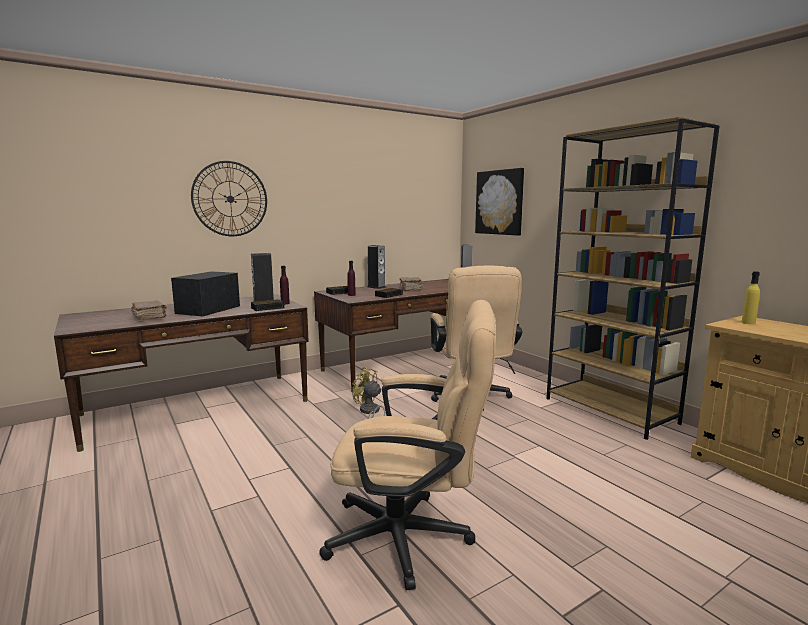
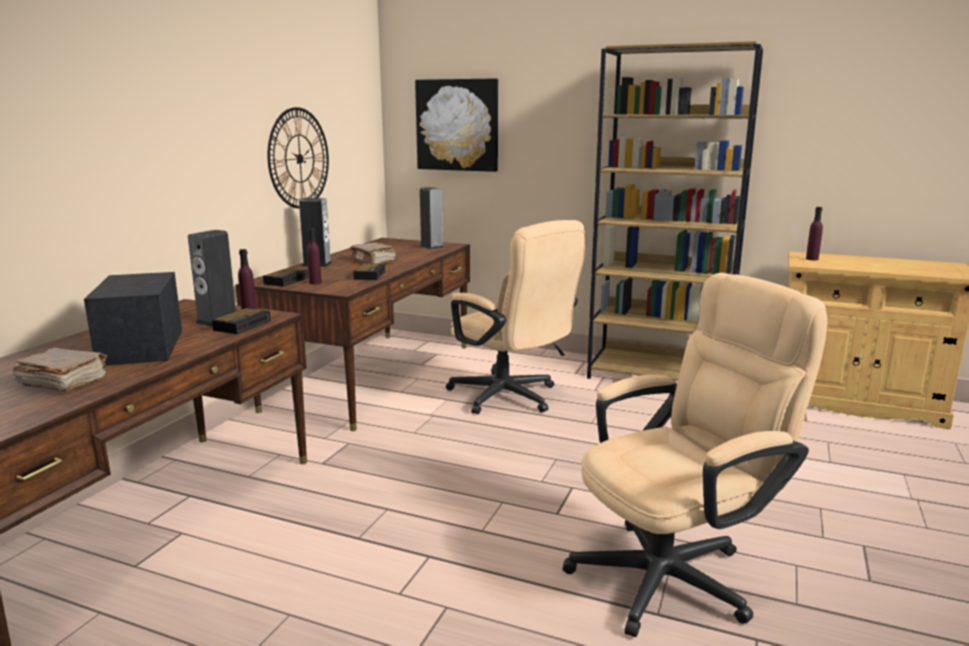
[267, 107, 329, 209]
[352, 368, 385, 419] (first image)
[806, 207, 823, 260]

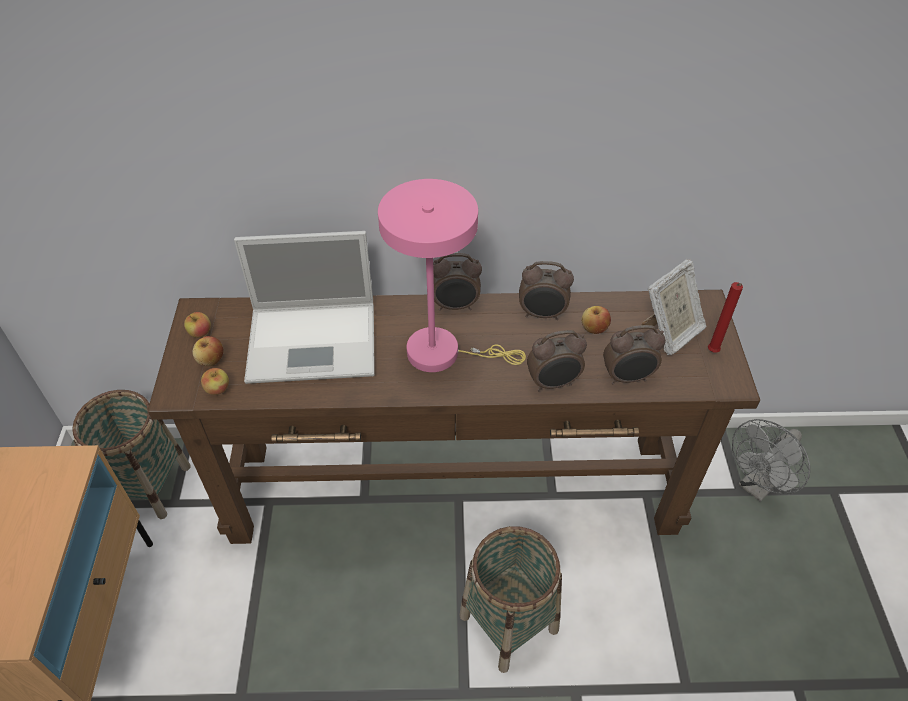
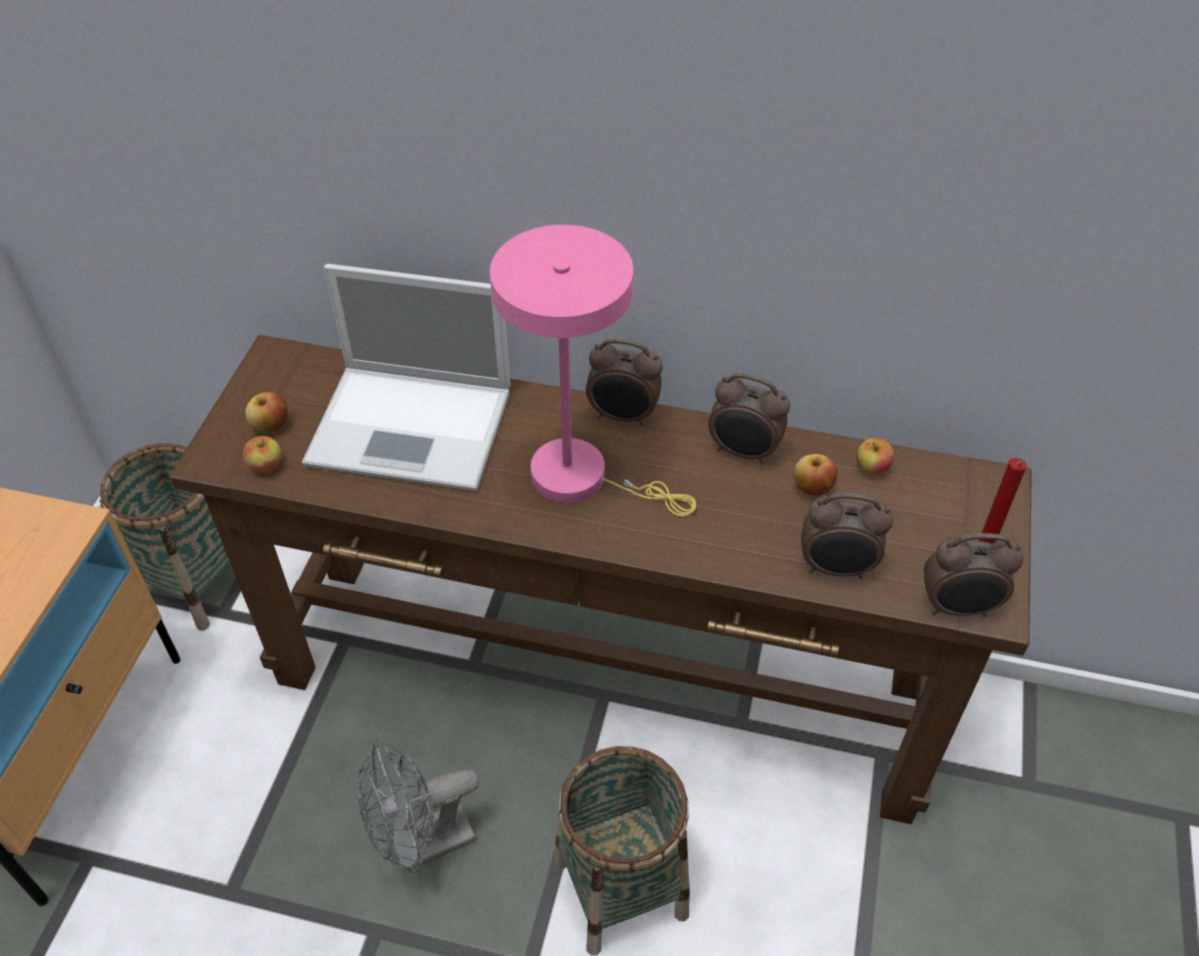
[856, 437, 894, 475]
[924, 533, 1023, 617]
[642, 259, 707, 355] (first image)
[357, 741, 479, 873]

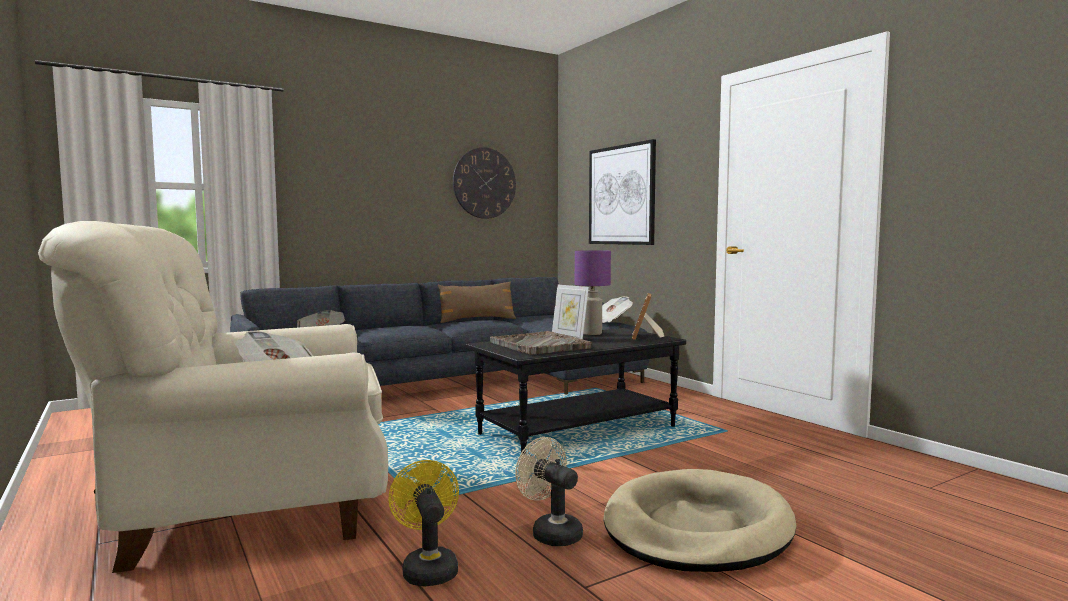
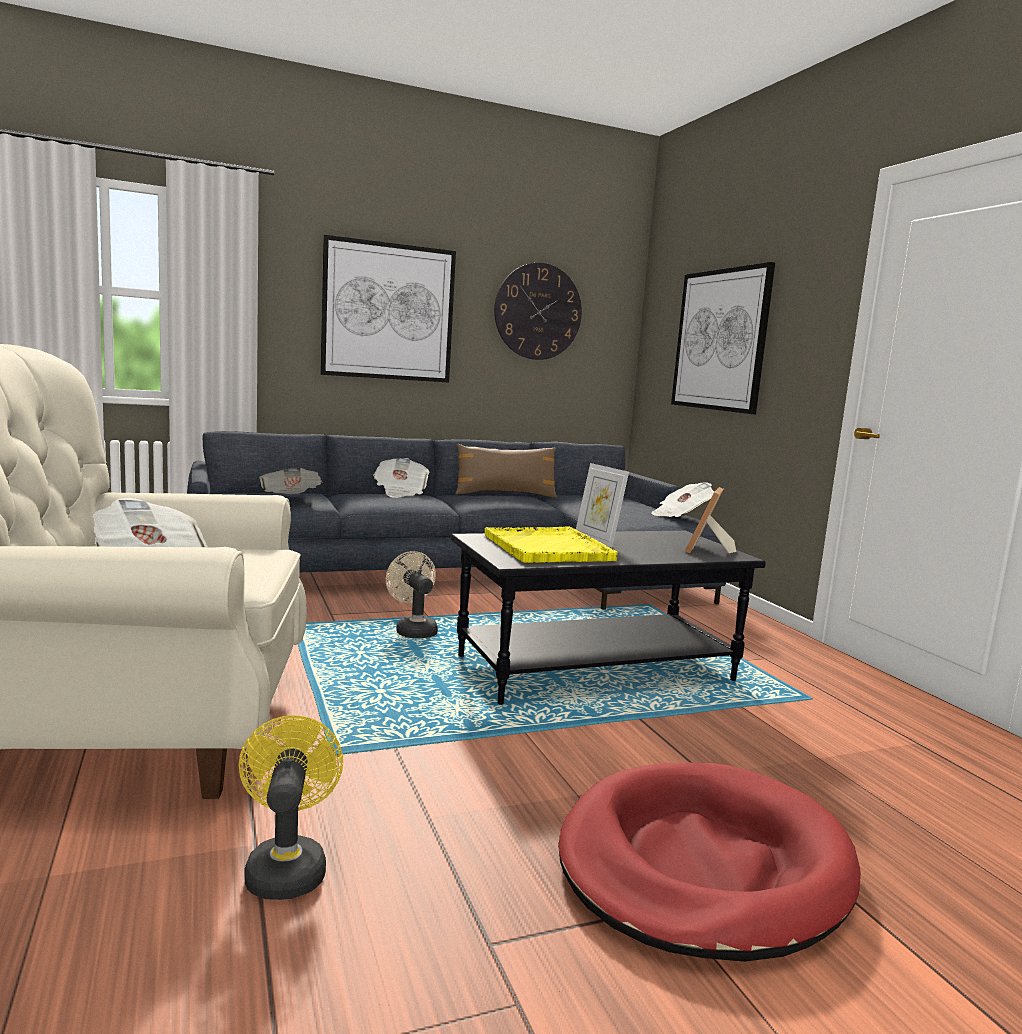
[485, 526, 618, 563]
[386, 551, 438, 638]
[575, 250, 611, 335] (first image)
[558, 763, 861, 962]
[320, 235, 456, 383]
[373, 458, 429, 498]

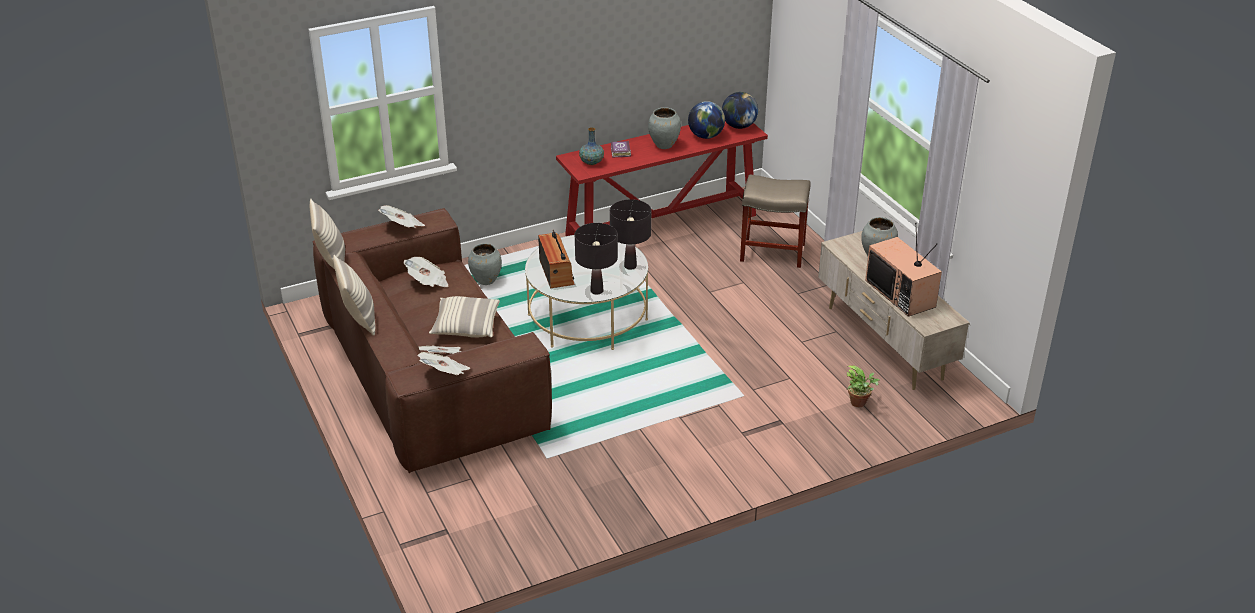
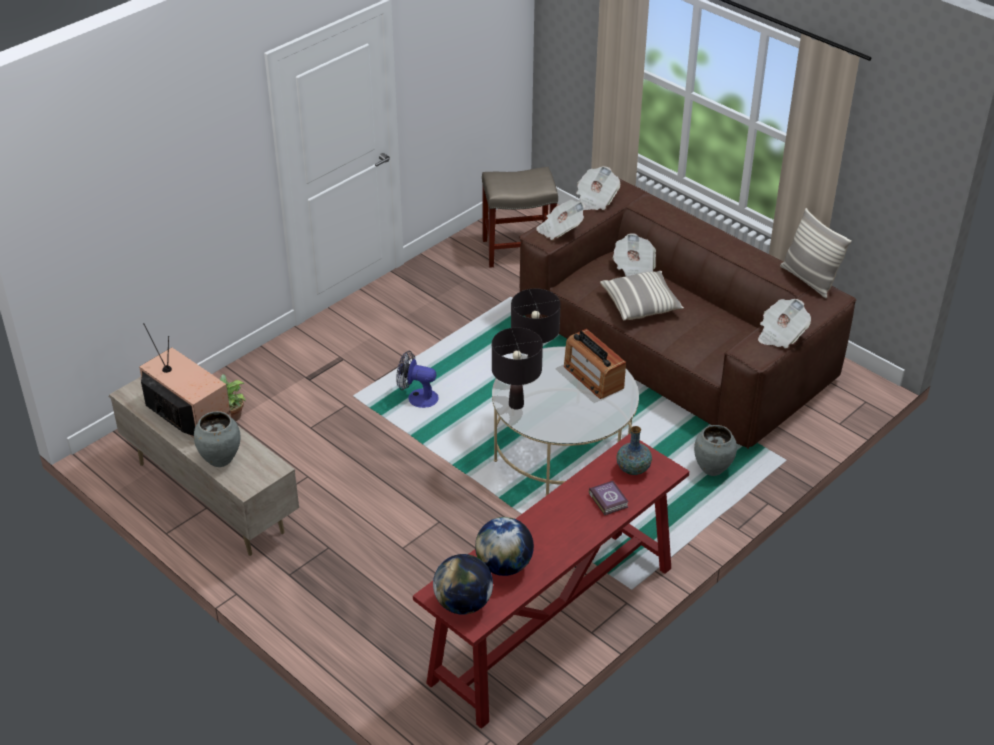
[333, 255, 375, 336] (first image)
[536, 200, 586, 240]
[648, 107, 681, 149] (first image)
[482, 167, 558, 268]
[396, 351, 439, 408]

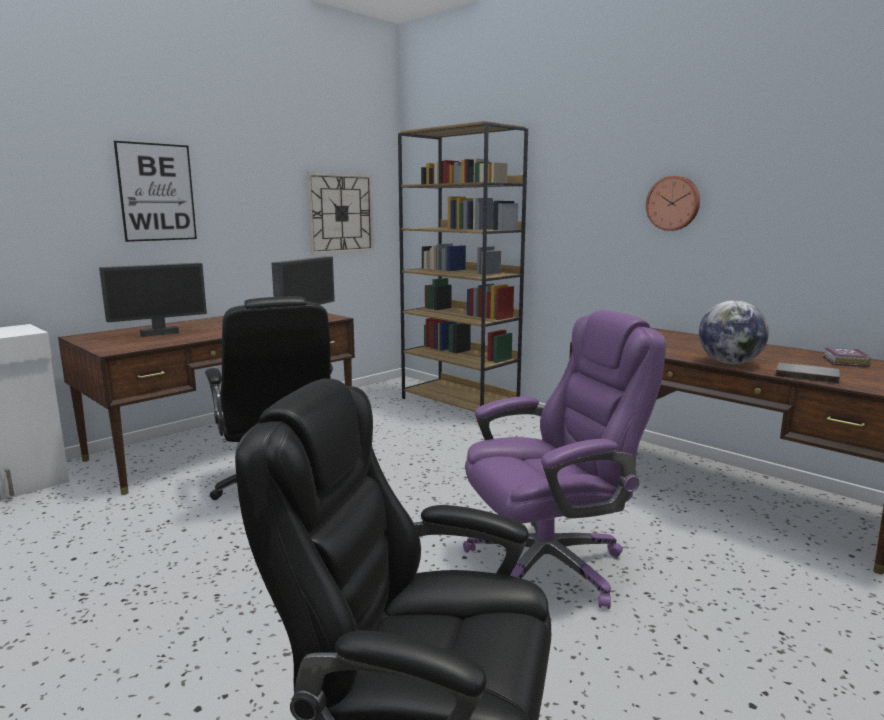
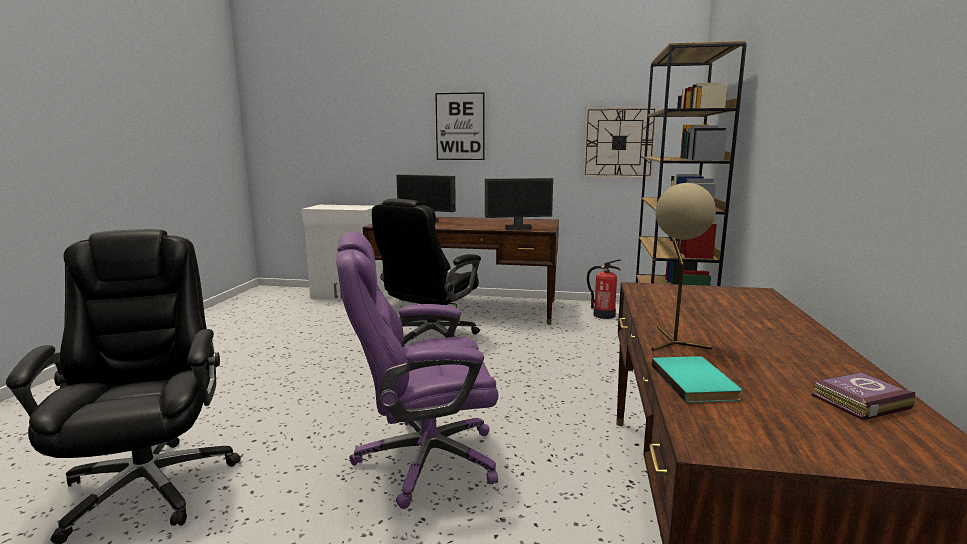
[336, 231, 498, 509]
[646, 176, 700, 231] (first image)
[651, 183, 716, 351]
[652, 356, 742, 403]
[587, 259, 621, 319]

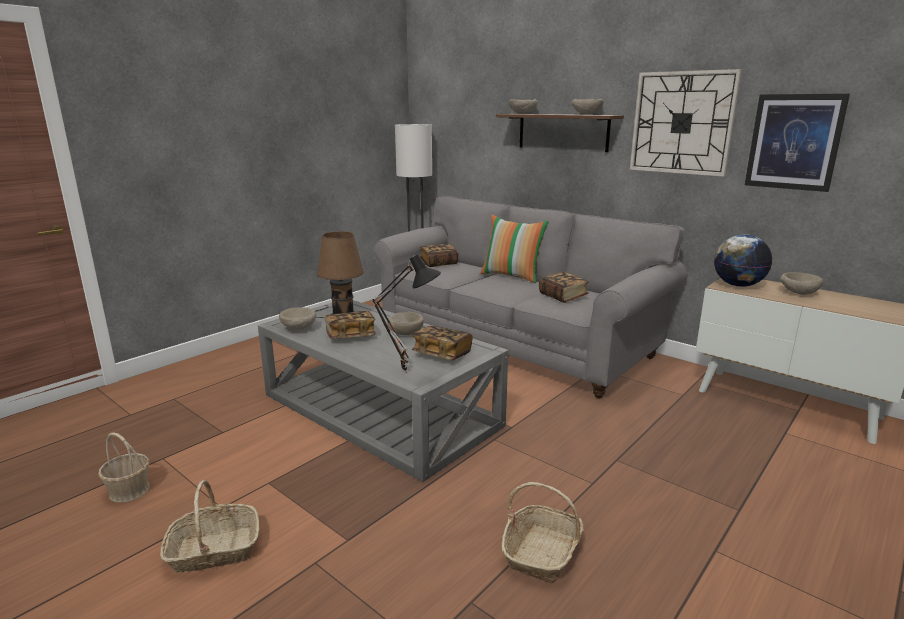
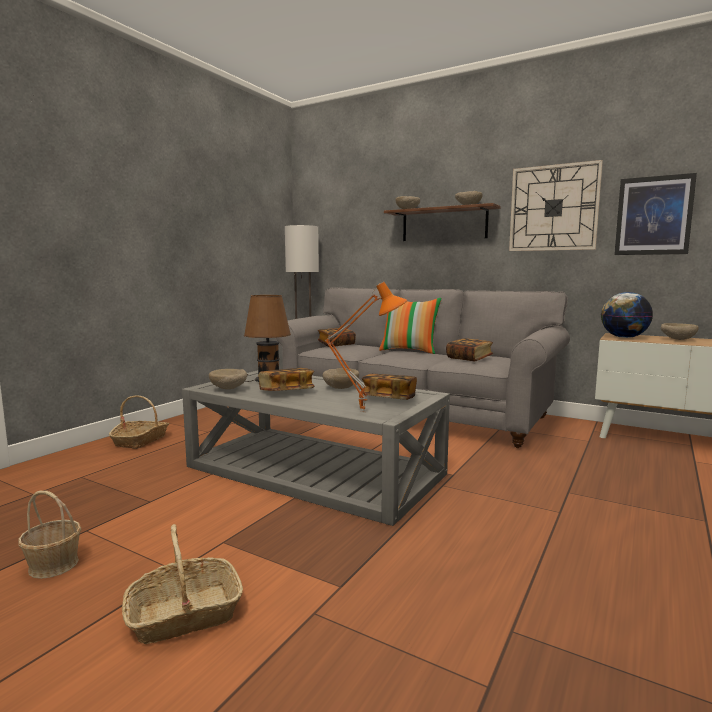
[325, 282, 408, 413]
[109, 395, 169, 449]

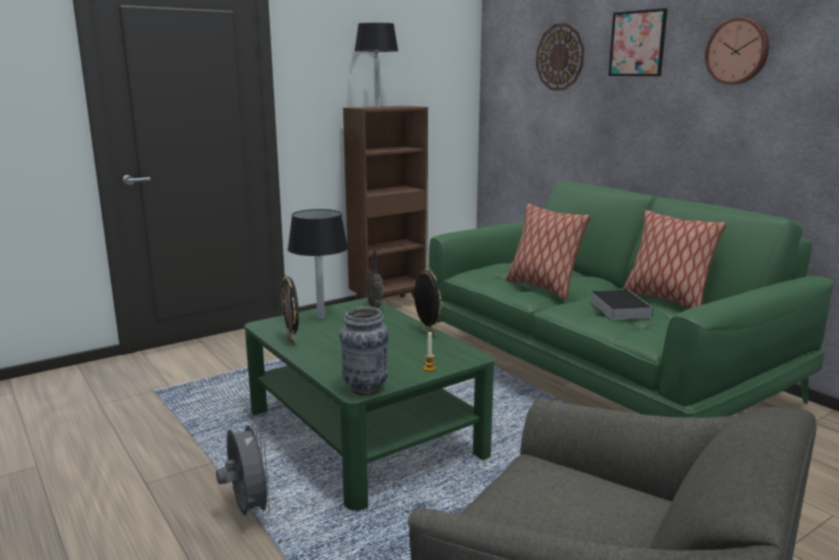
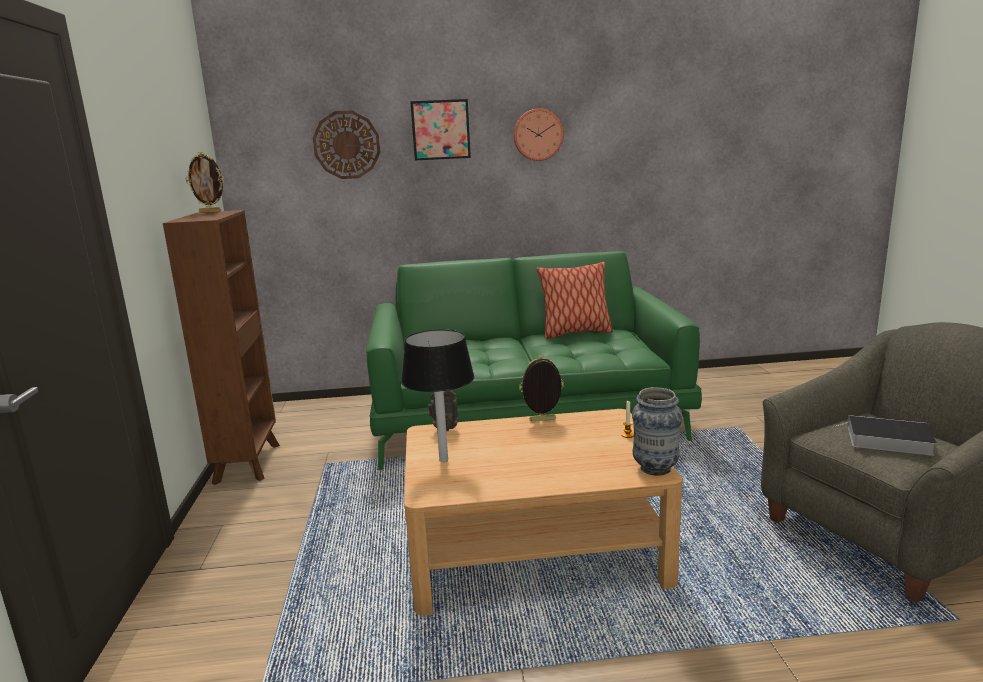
[216, 419, 274, 517] (first image)
[404, 409, 683, 616]
[186, 152, 224, 213]
[355, 23, 398, 107] (first image)
[506, 203, 591, 300] (first image)
[833, 415, 937, 456]

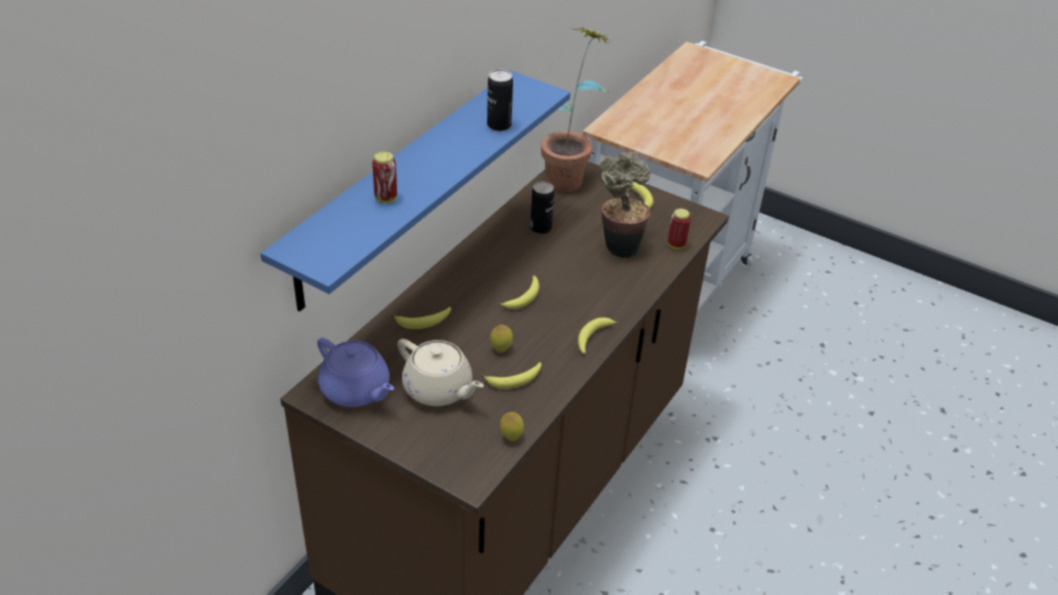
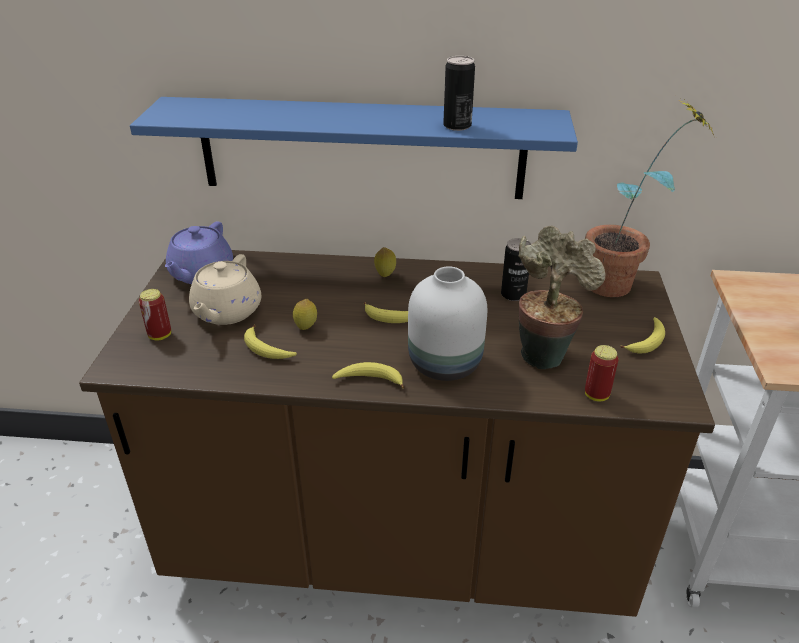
[139, 289, 171, 341]
[392, 307, 451, 329] (first image)
[374, 247, 396, 277]
[408, 266, 487, 381]

